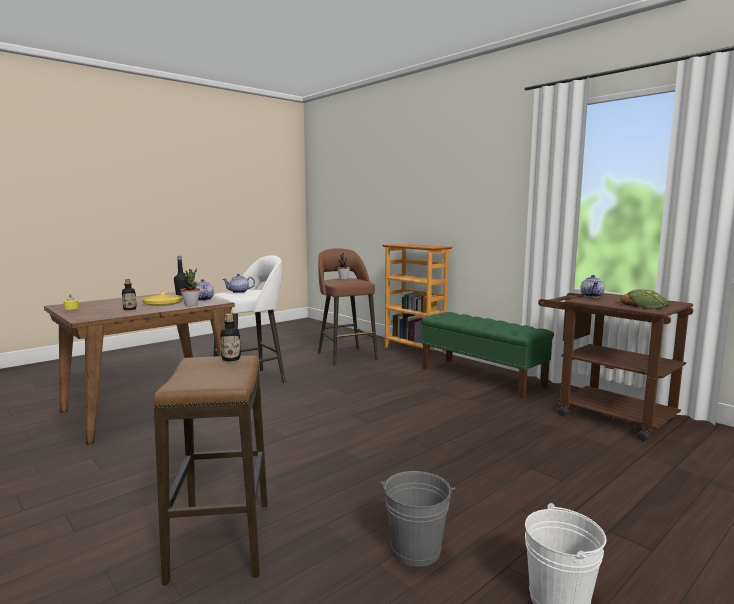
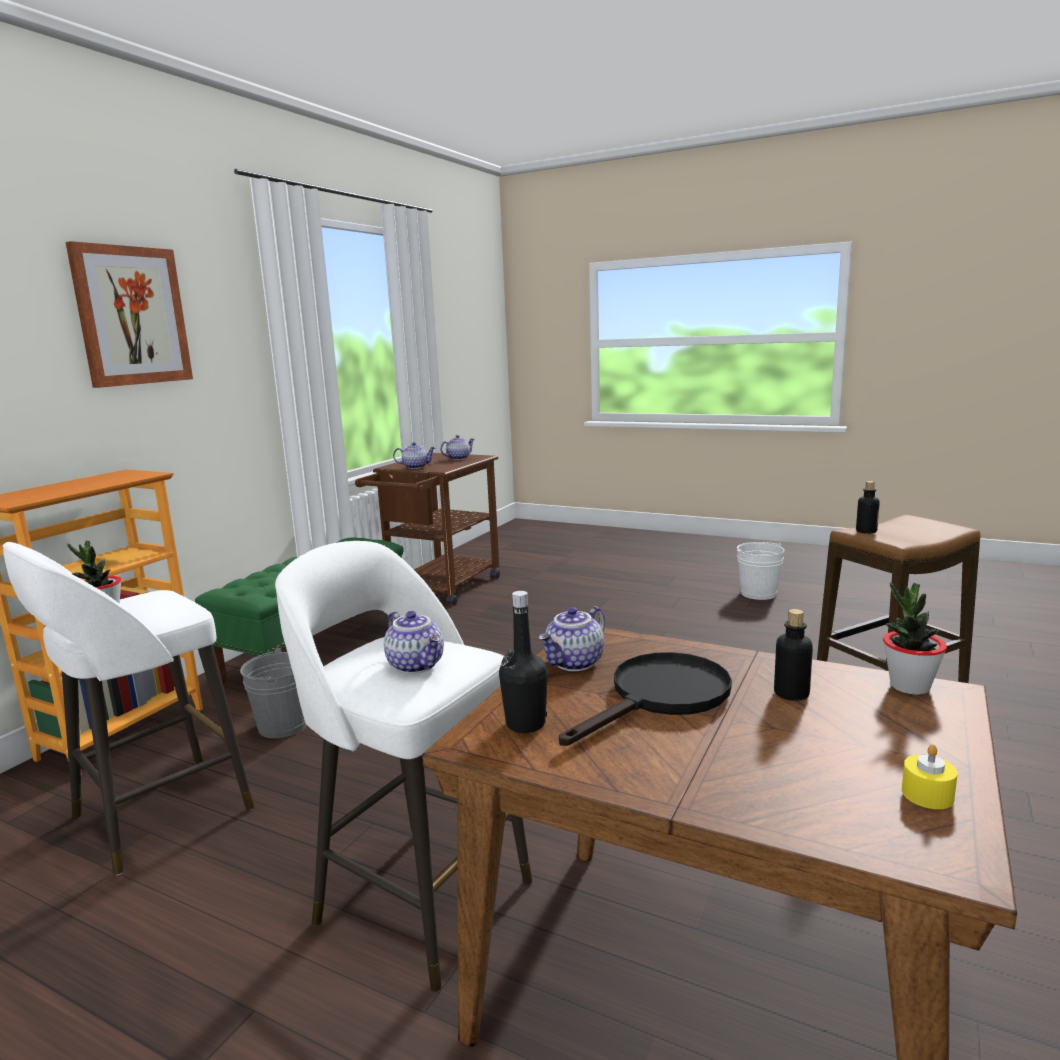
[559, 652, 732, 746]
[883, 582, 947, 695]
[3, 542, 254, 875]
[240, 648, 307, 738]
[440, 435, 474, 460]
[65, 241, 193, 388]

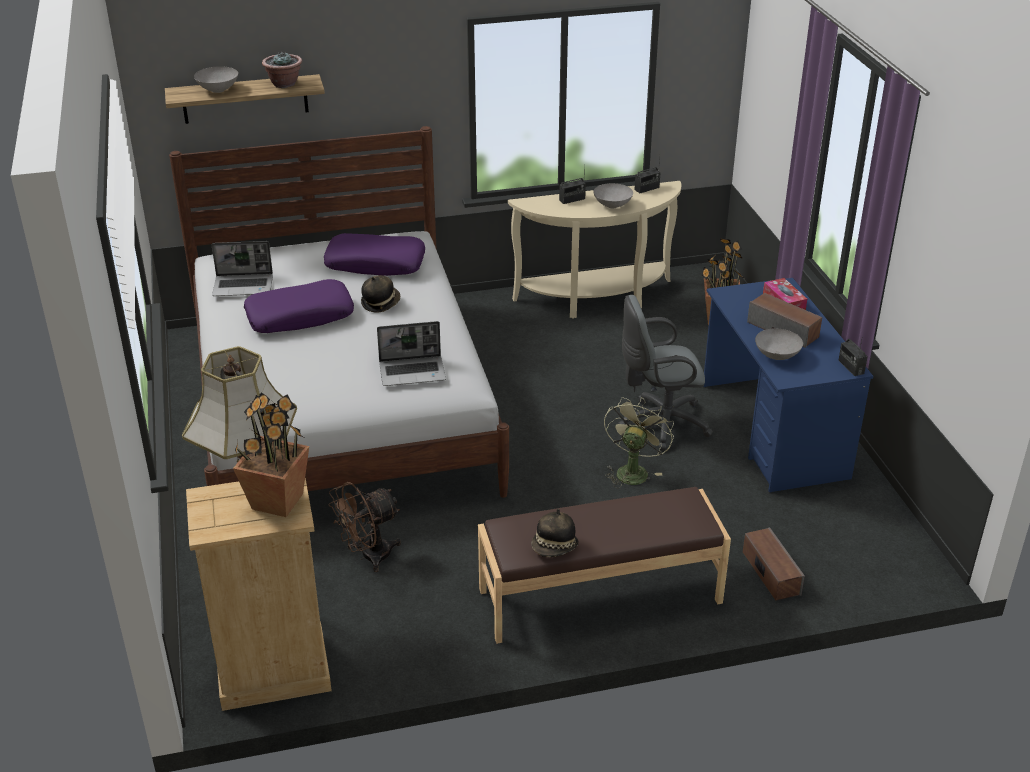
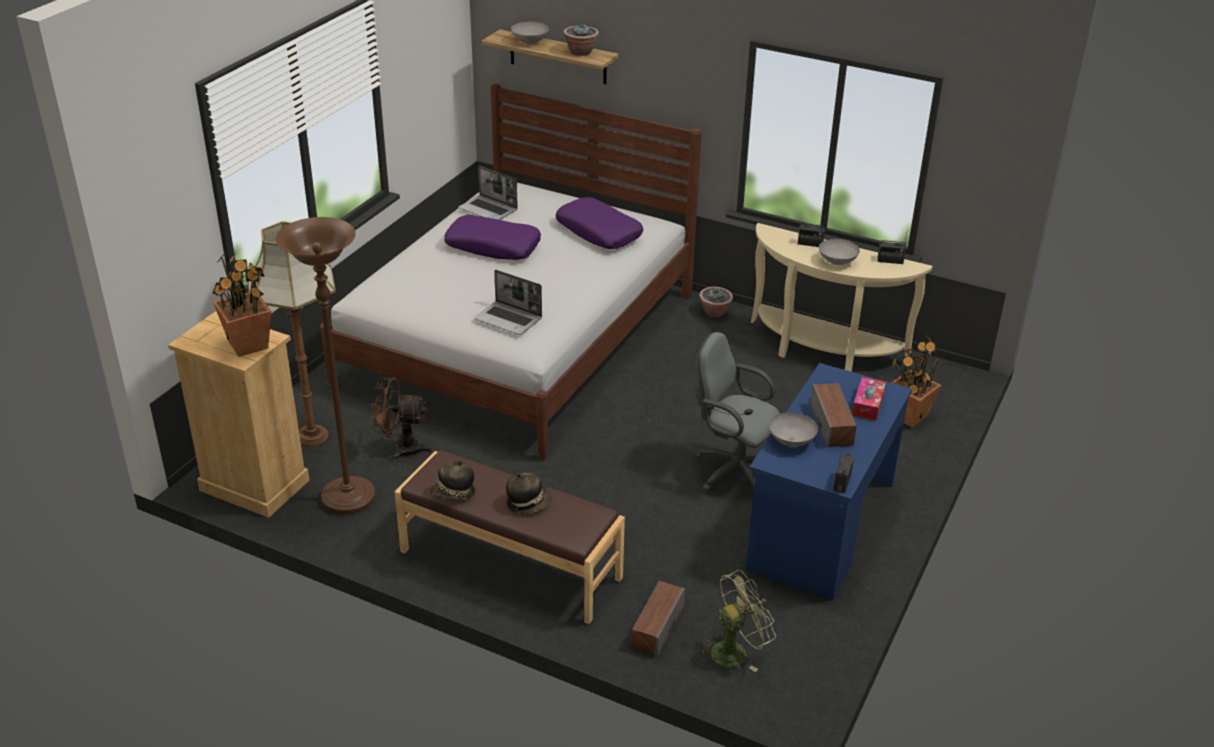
[506, 473, 551, 514]
[699, 570, 776, 672]
[276, 217, 375, 515]
[699, 287, 733, 318]

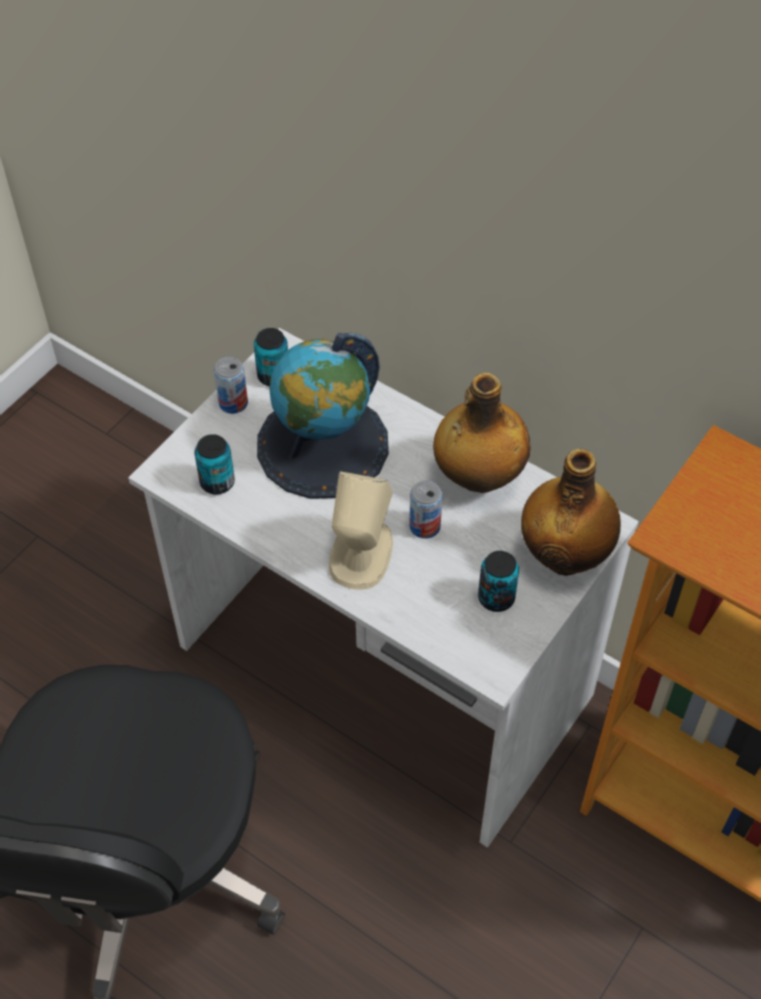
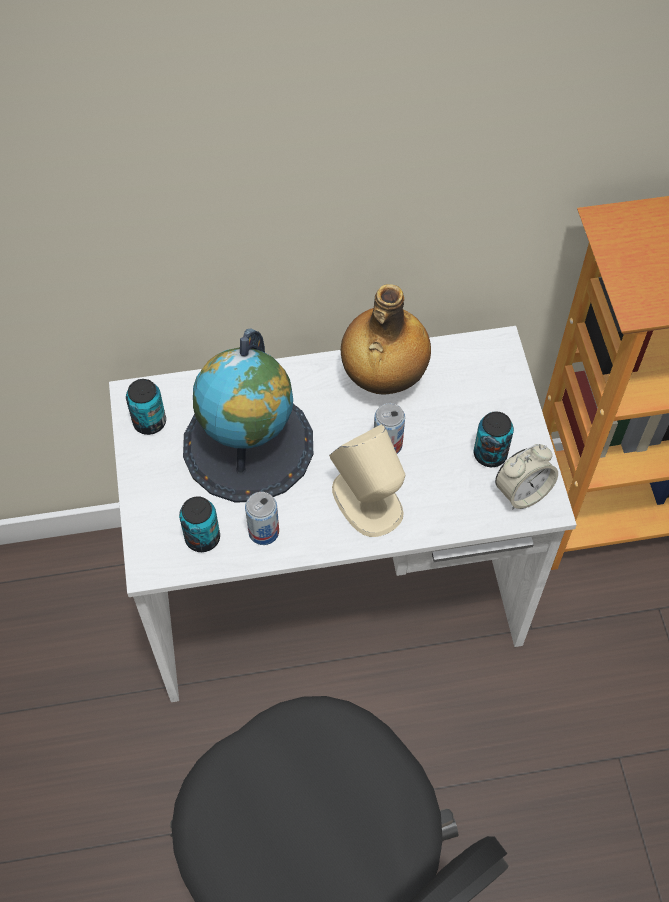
[245, 492, 279, 545]
[521, 449, 621, 576] (first image)
[495, 444, 558, 510]

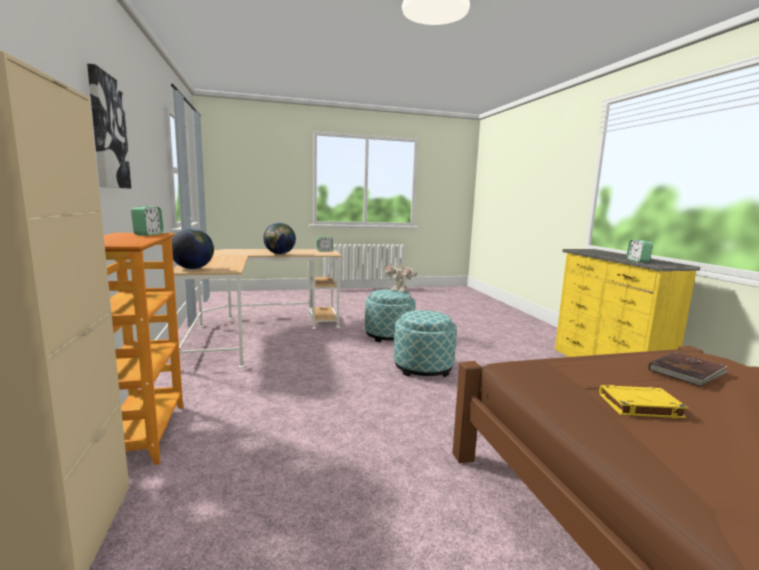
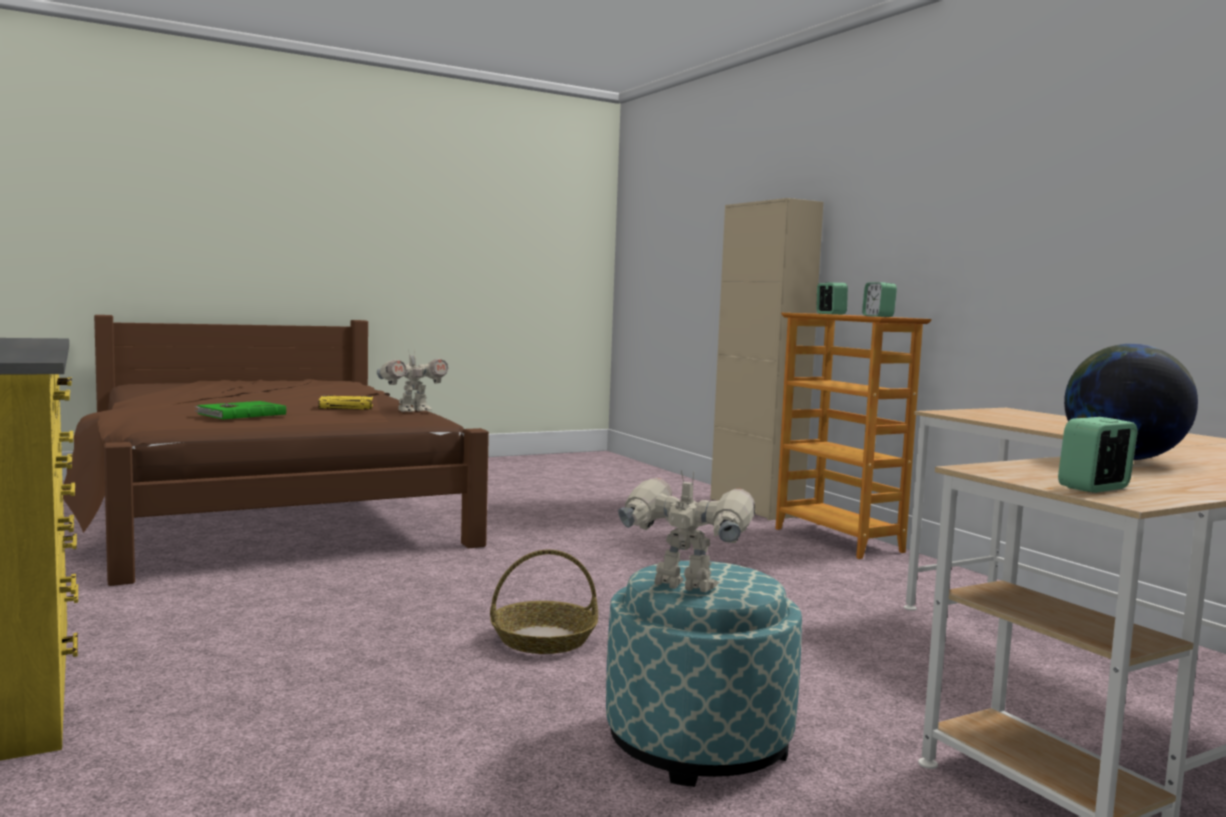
[87, 64, 131, 188] (first image)
[172, 228, 214, 269] (first image)
[490, 549, 598, 654]
[816, 282, 848, 315]
[195, 401, 286, 420]
[377, 350, 448, 412]

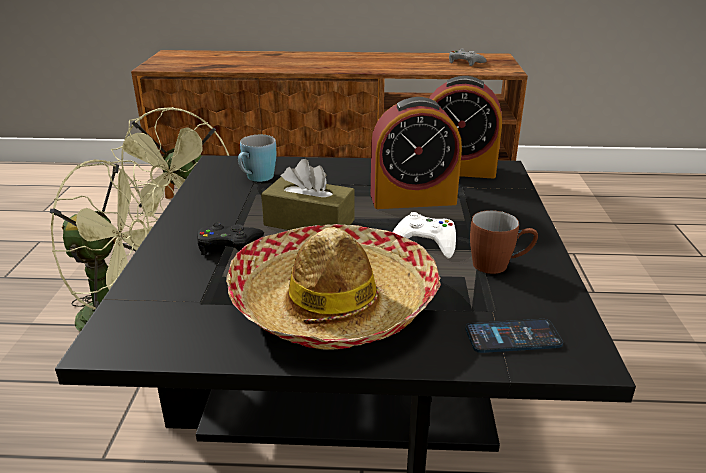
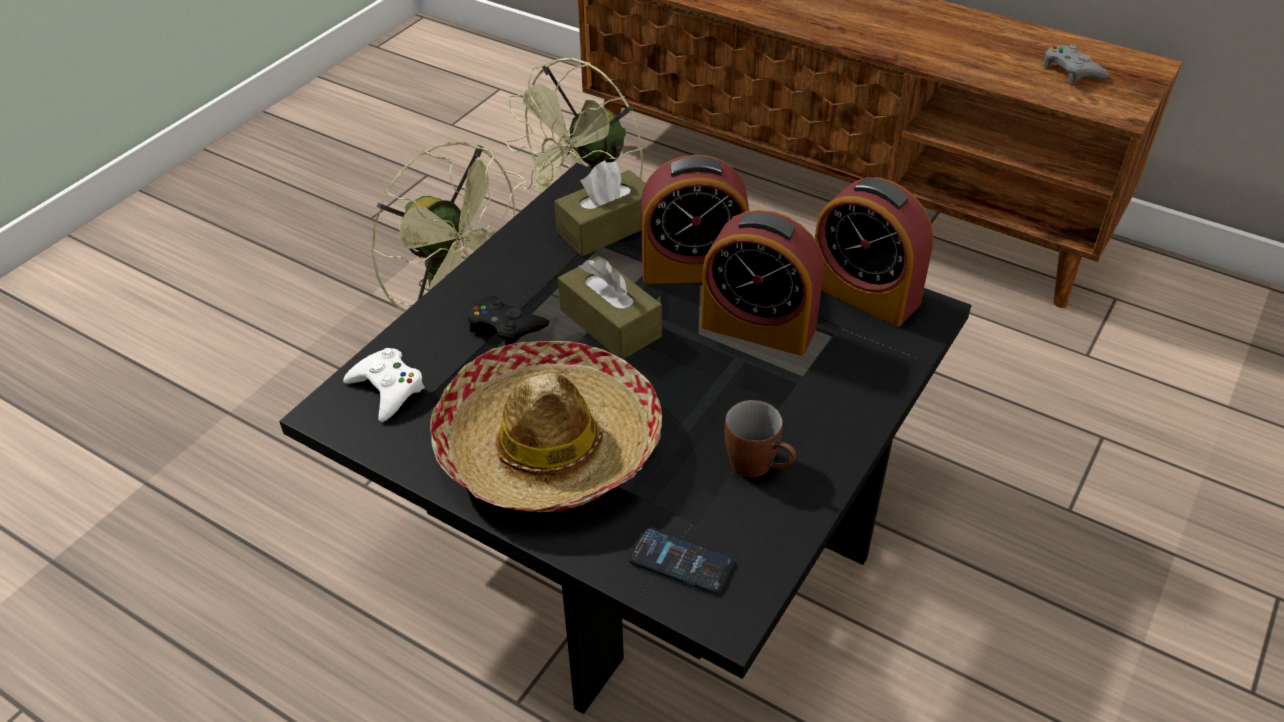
[554, 161, 646, 256]
[343, 348, 425, 422]
[641, 155, 749, 284]

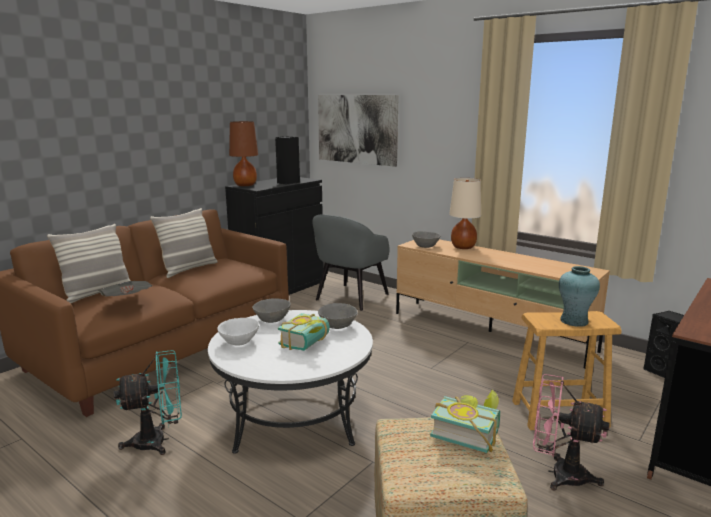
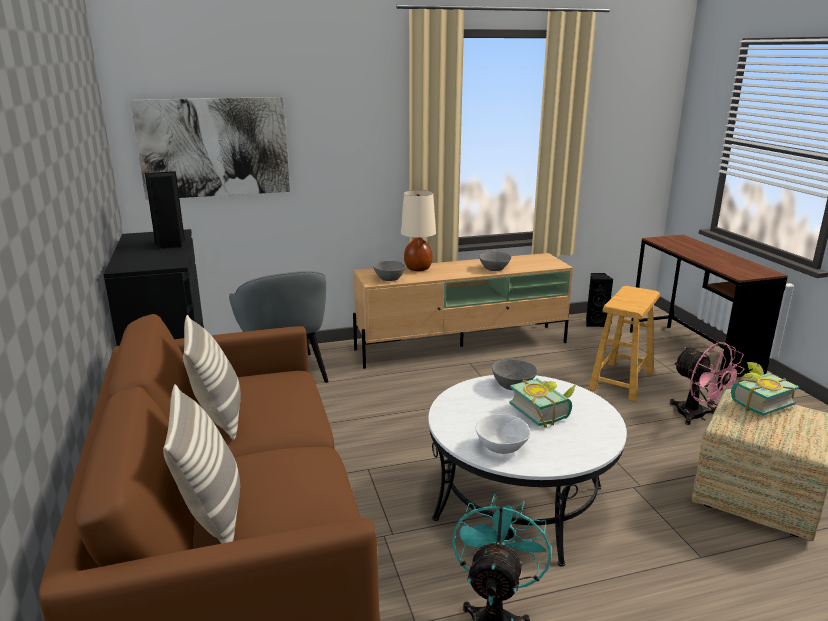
[97, 281, 153, 297] (first image)
[229, 121, 258, 186] (first image)
[479, 251, 511, 271]
[670, 342, 745, 425]
[559, 266, 600, 327] (first image)

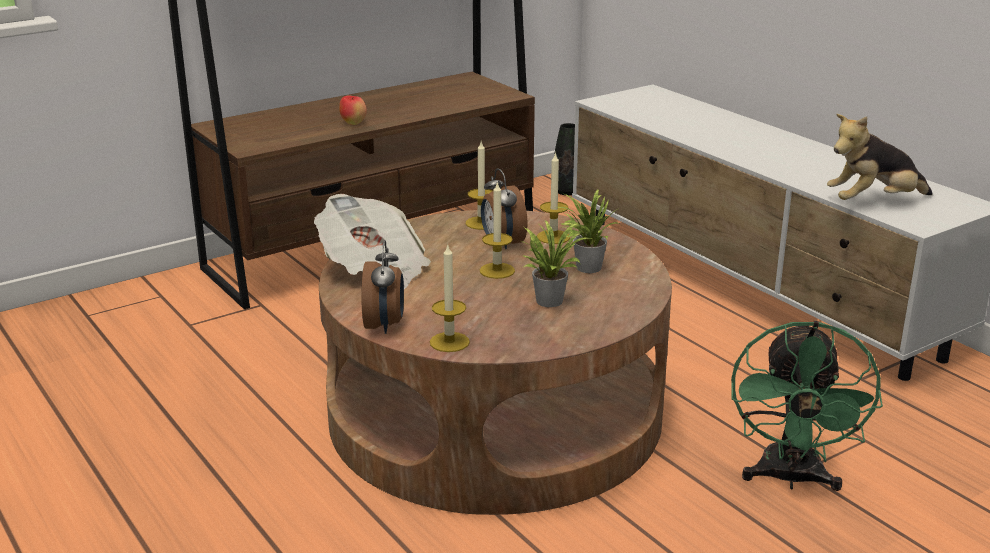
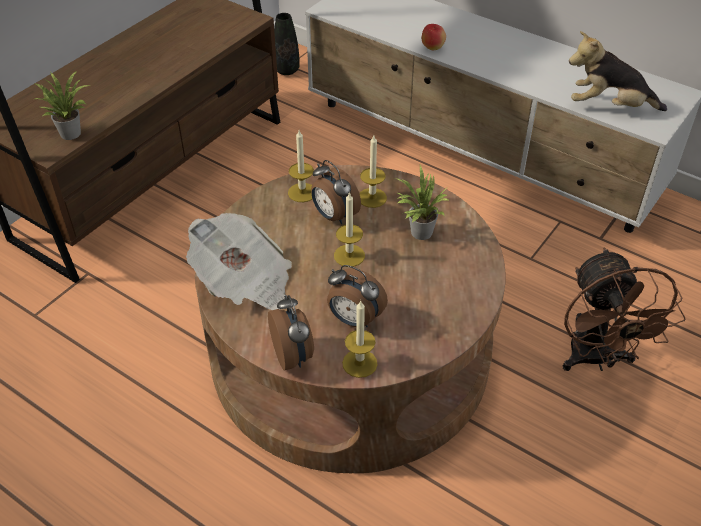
[422, 24, 446, 50]
[35, 70, 90, 140]
[563, 247, 686, 371]
[569, 31, 667, 111]
[327, 265, 388, 327]

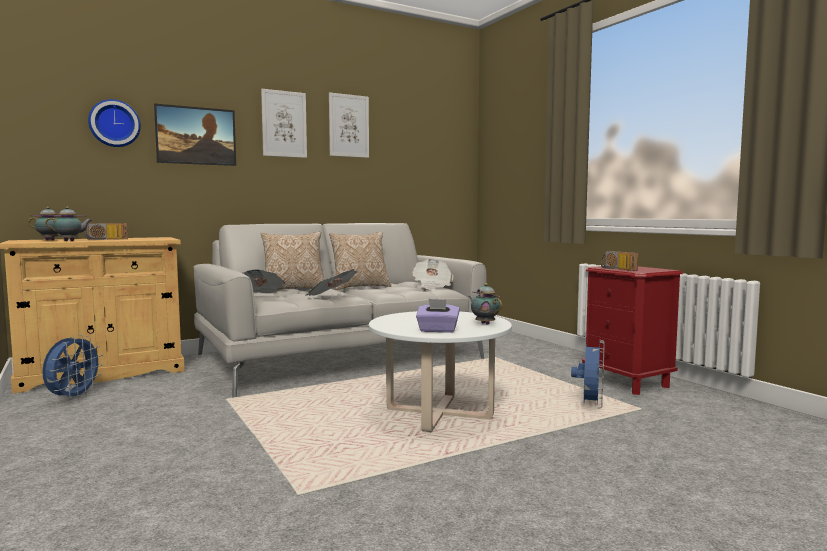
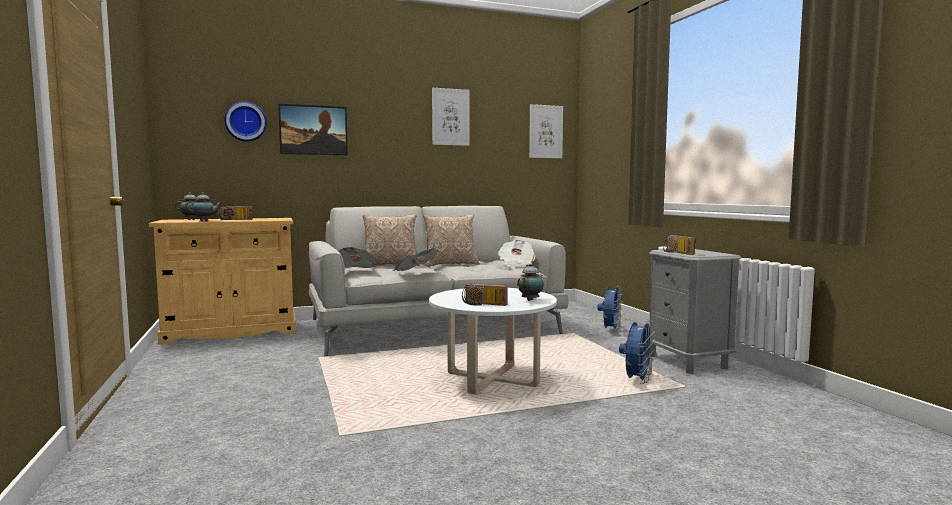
[597, 285, 622, 332]
[529, 104, 563, 158]
[462, 284, 508, 306]
[517, 264, 544, 301]
[649, 249, 741, 374]

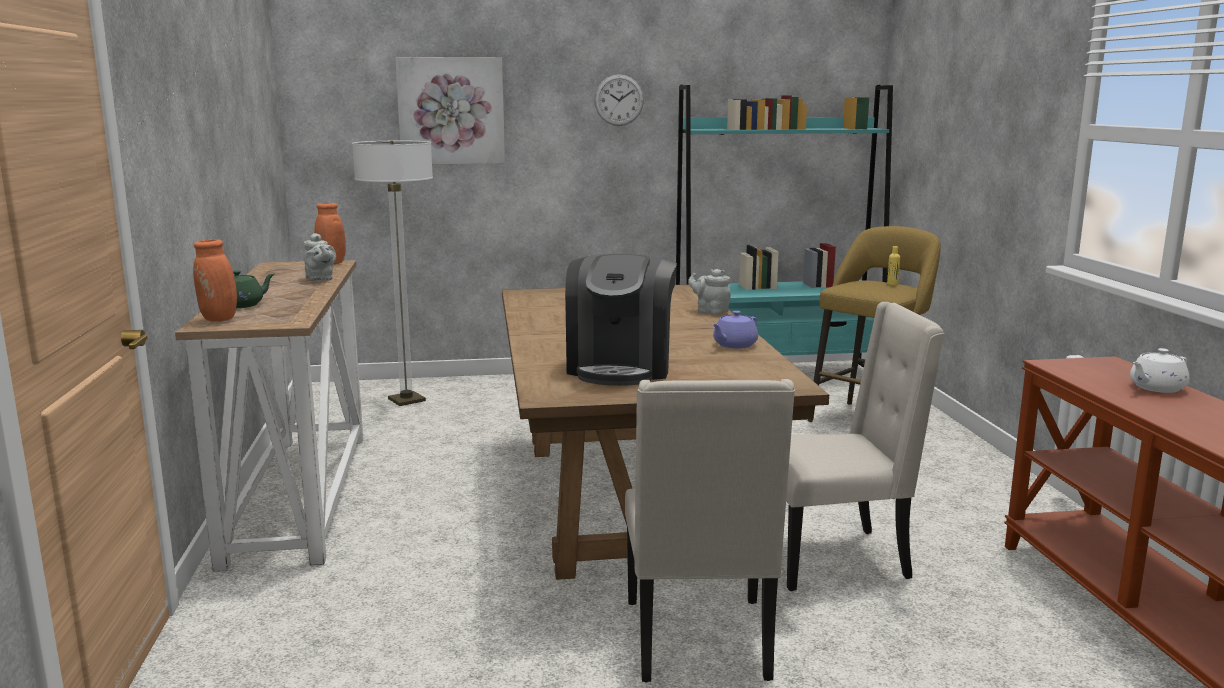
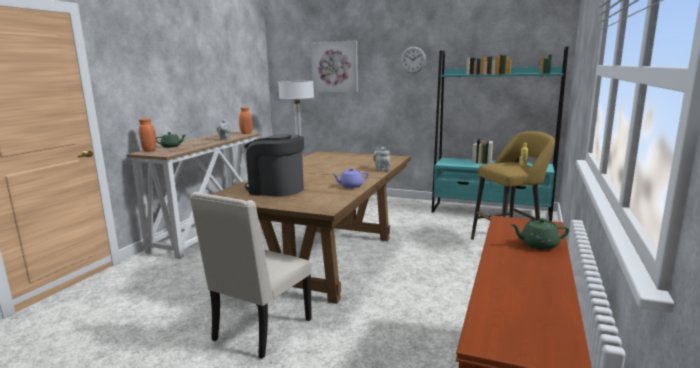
[244, 134, 304, 197]
[786, 302, 944, 591] (first image)
[510, 218, 569, 250]

